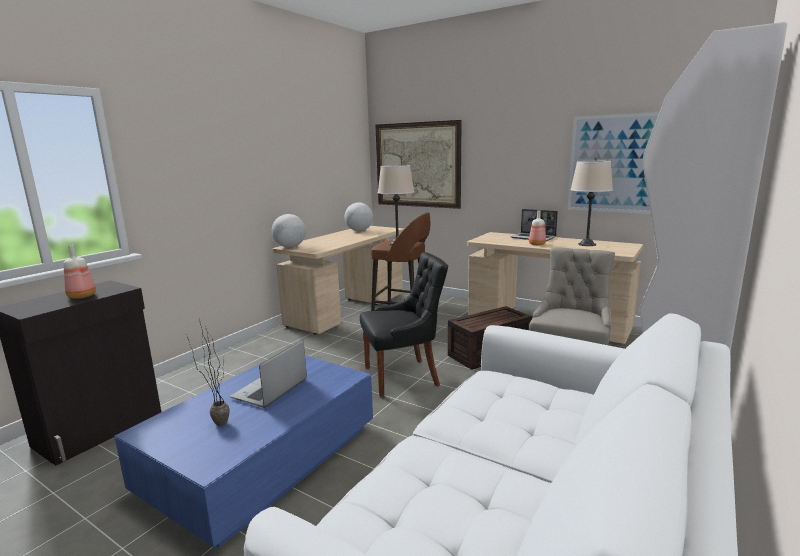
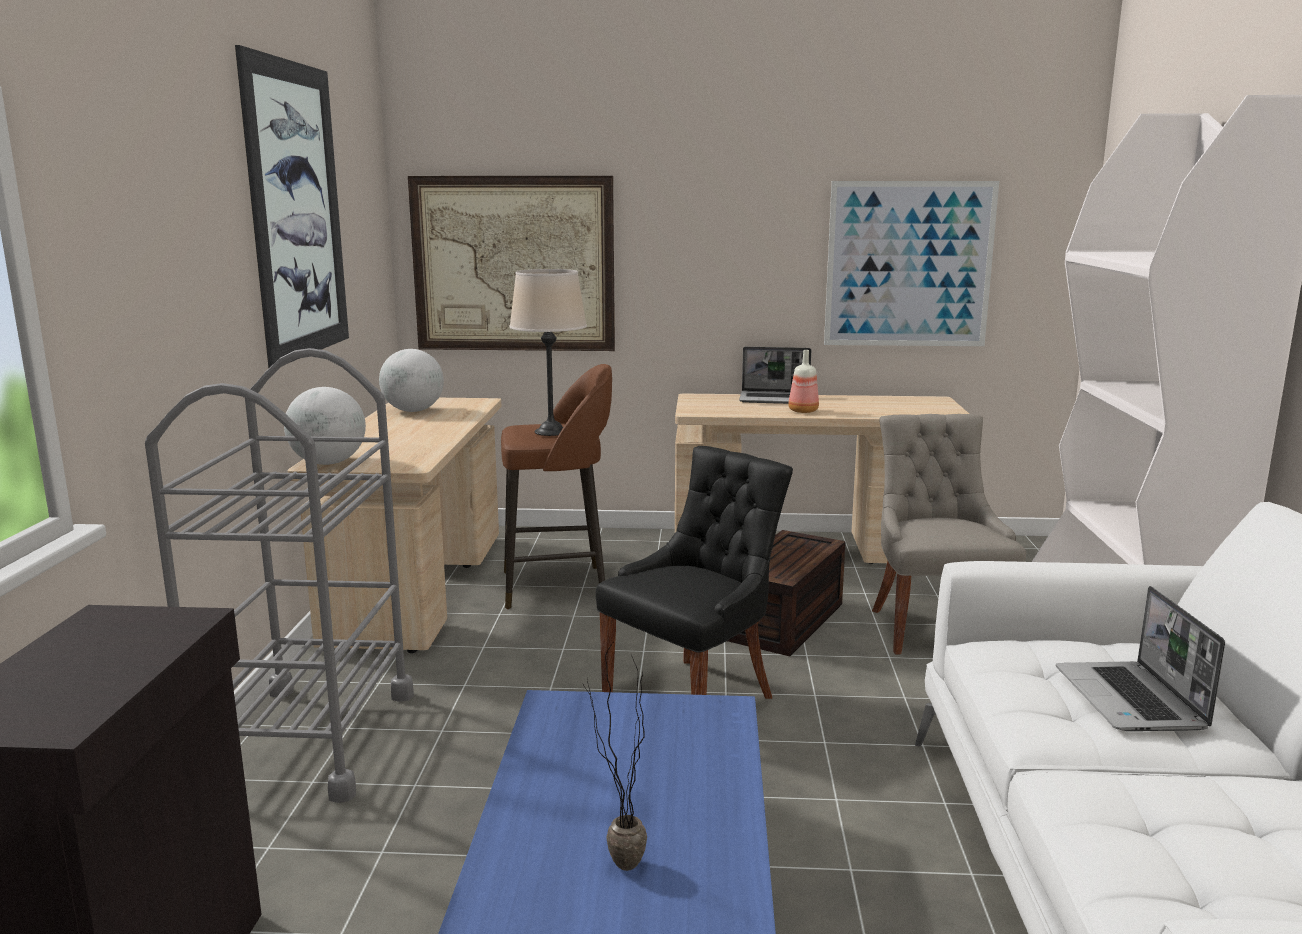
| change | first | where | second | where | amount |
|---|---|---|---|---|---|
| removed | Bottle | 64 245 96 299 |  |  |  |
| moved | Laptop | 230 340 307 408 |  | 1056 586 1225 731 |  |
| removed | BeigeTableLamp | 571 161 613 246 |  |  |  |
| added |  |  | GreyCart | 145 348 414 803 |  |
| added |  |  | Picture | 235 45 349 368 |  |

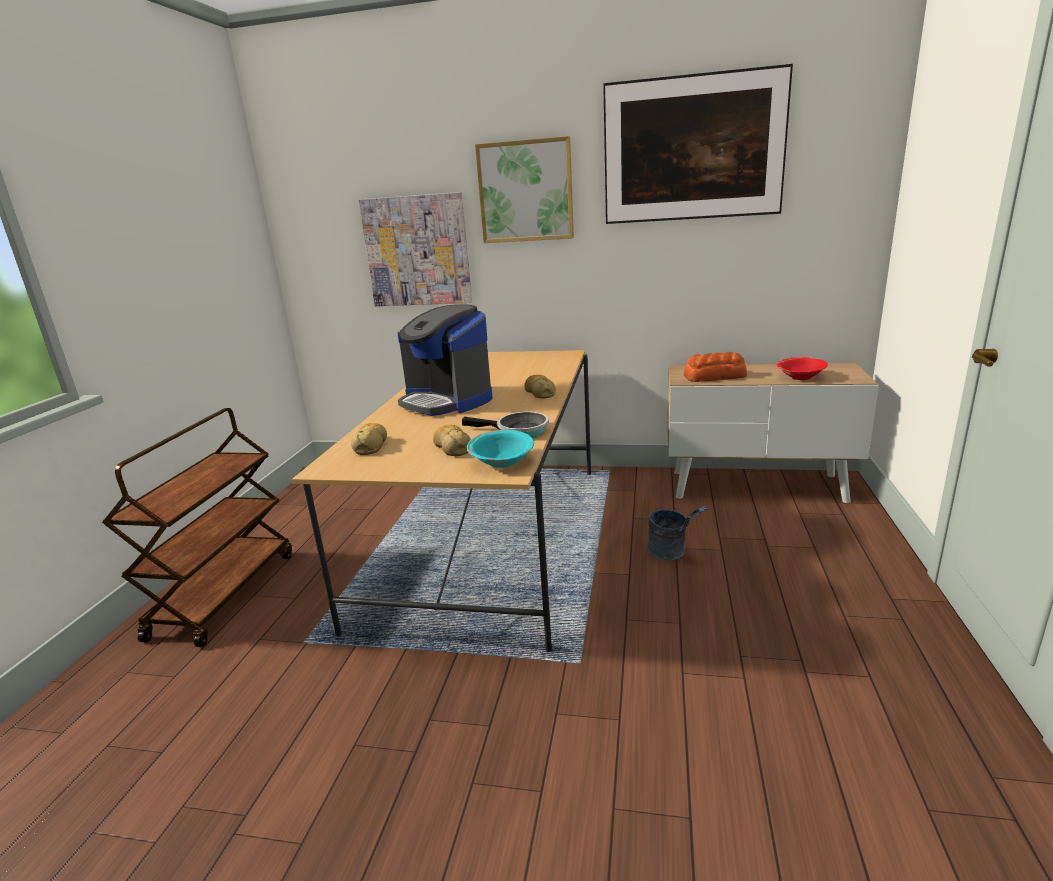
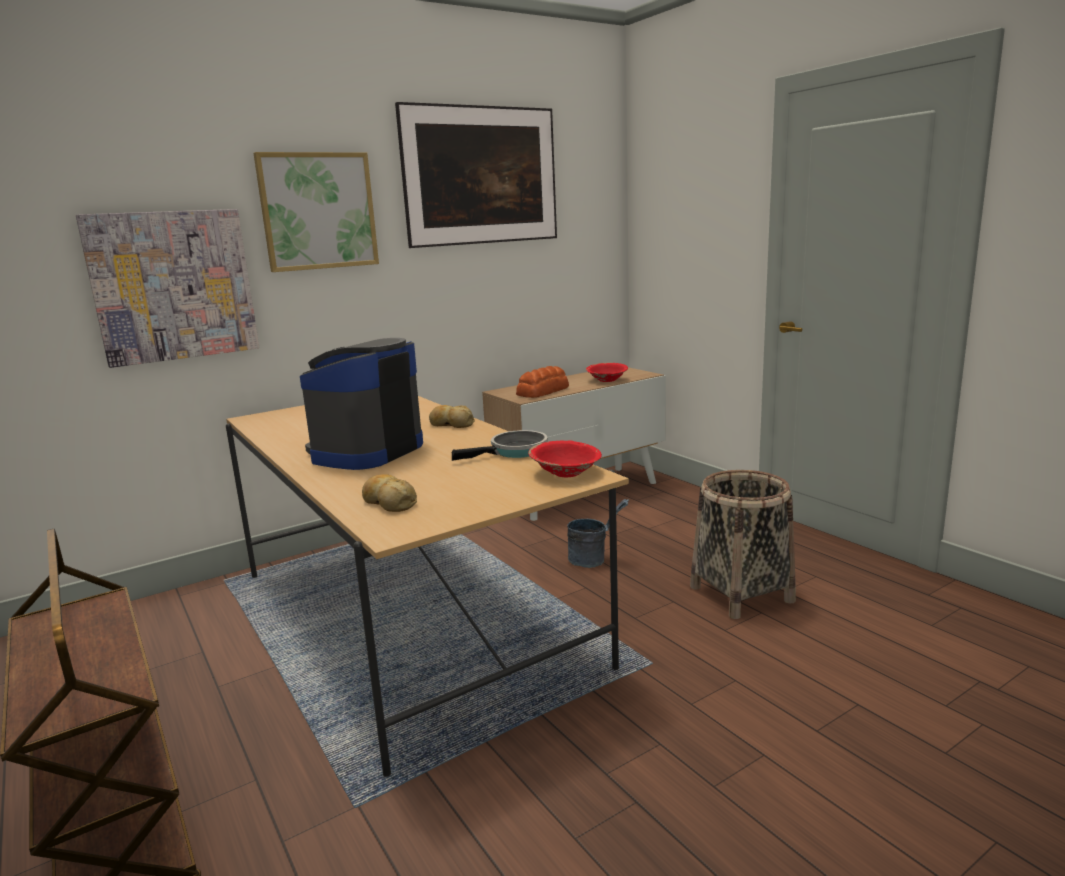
| change | first | where | second | where | amount |
|---|---|---|---|---|---|
| turned | CoffeeMachine | 397 304 492 416 |  | 300 338 423 470 | 120 degrees clockwise |
| removed | Bread | 433 425 471 456 |  |  |  |
| recoloured | TurquoiseBowl | 467 430 534 468 | RedBowl | 528 440 602 477 |  |
| added |  |  | Basket | 690 470 796 619 |  |

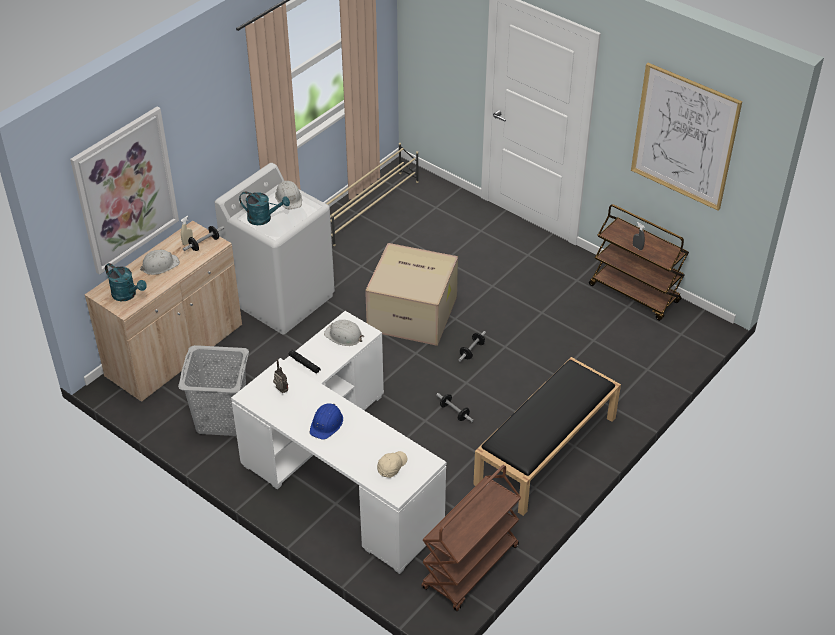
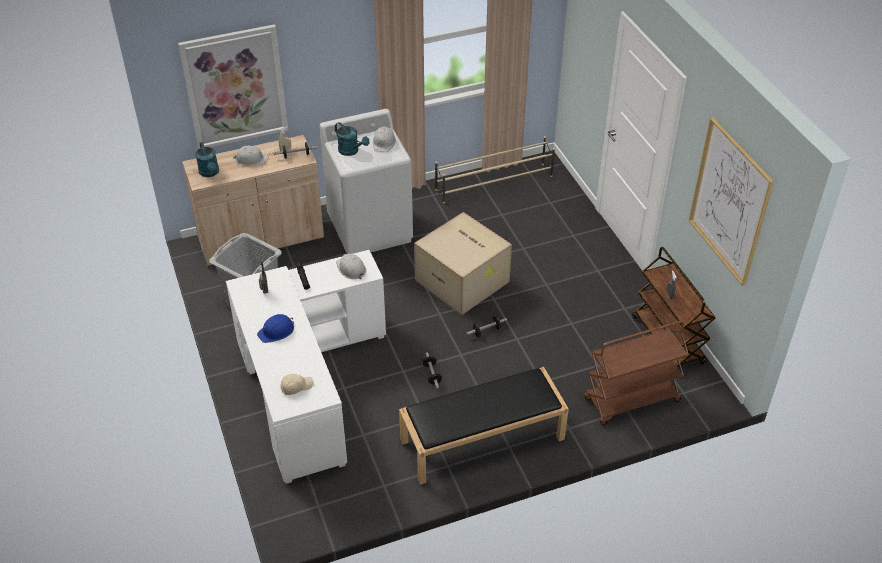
| change | first | where | second | where | amount |
|---|---|---|---|---|---|
| moved | BrownCart | 422 465 521 611 |  | 584 321 689 425 |  |

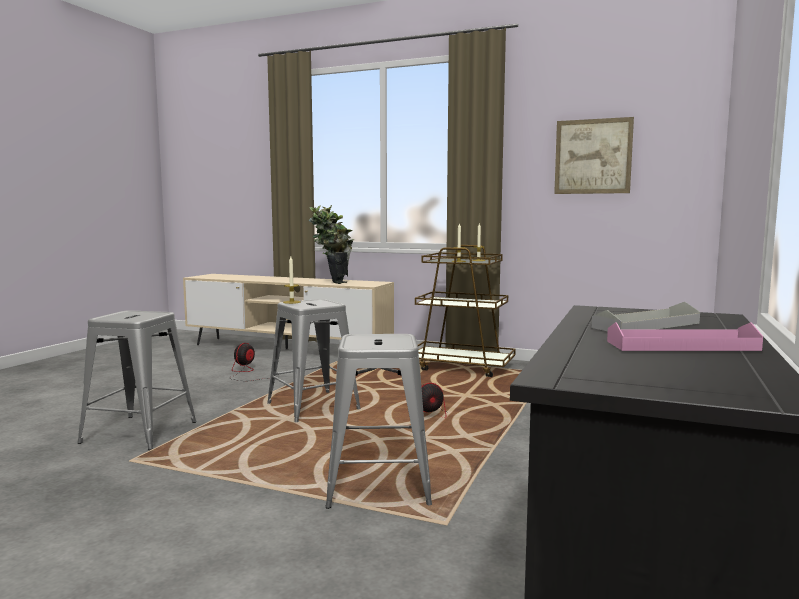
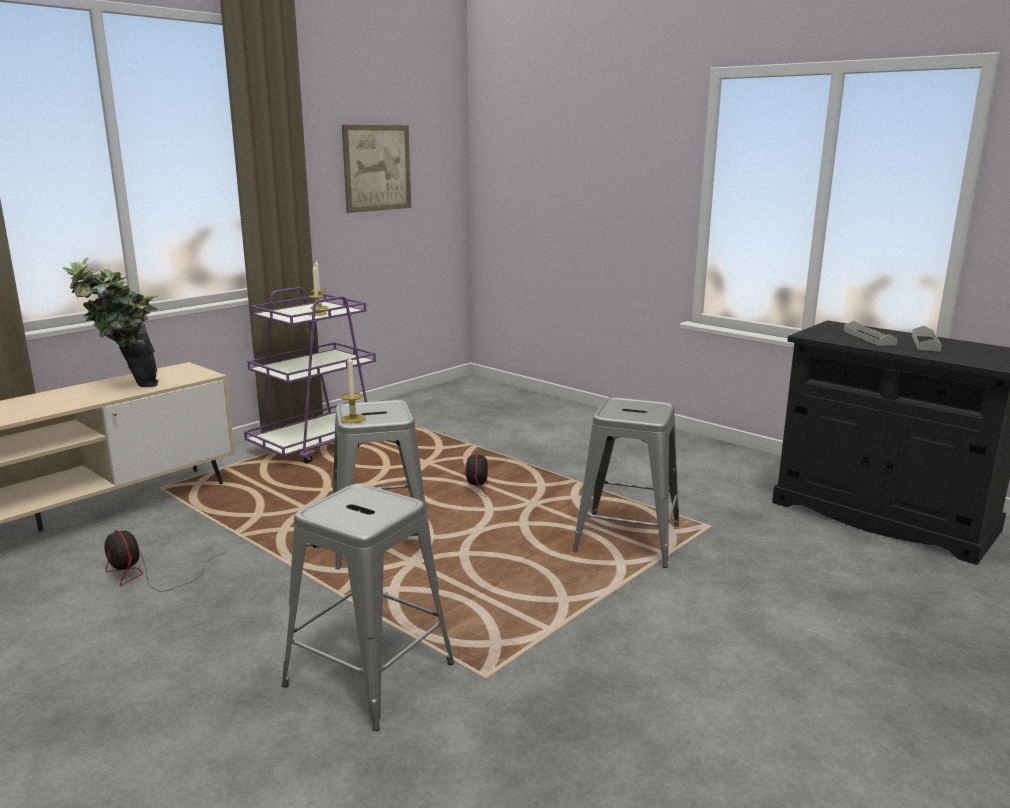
| change | first | where | second | where | amount |
|---|---|---|---|---|---|
| recoloured | BrownCart | 415 245 516 377 | PurpleCart | 244 287 376 464 |  |
| recoloured | PinkTray | 607 322 763 351 | GreyTray | 912 326 942 352 |  |

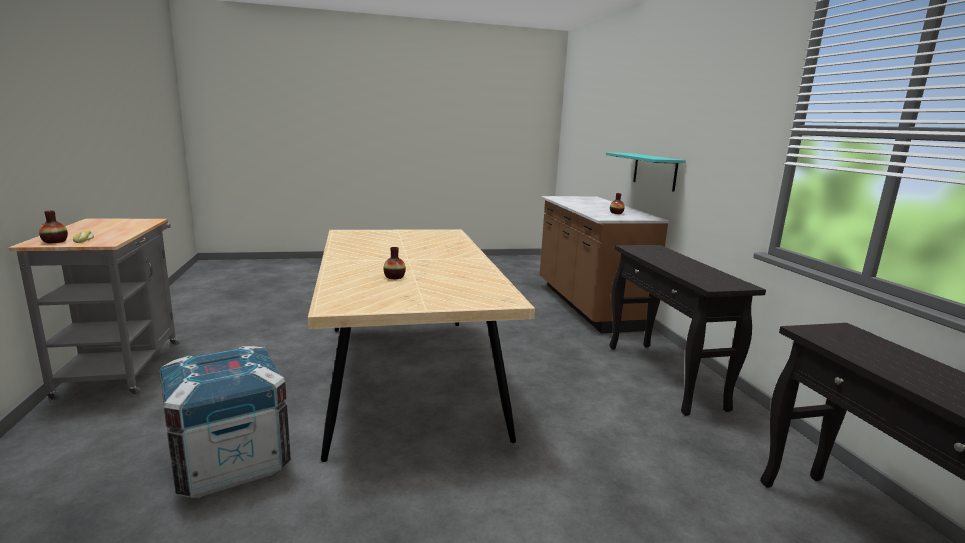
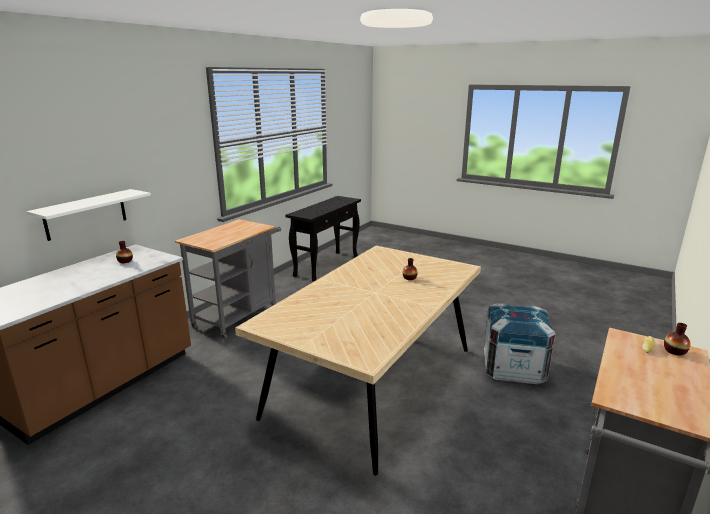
| change | first | where | second | where | amount |
|---|---|---|---|---|---|
| recoloured | TurquoiseShelf | 606 152 686 192 | WhiteShelf | 26 189 151 241 |  |
| replaced | BlackConsoleTable | 609 245 766 416 | GreyCart | 175 219 281 340 |  |

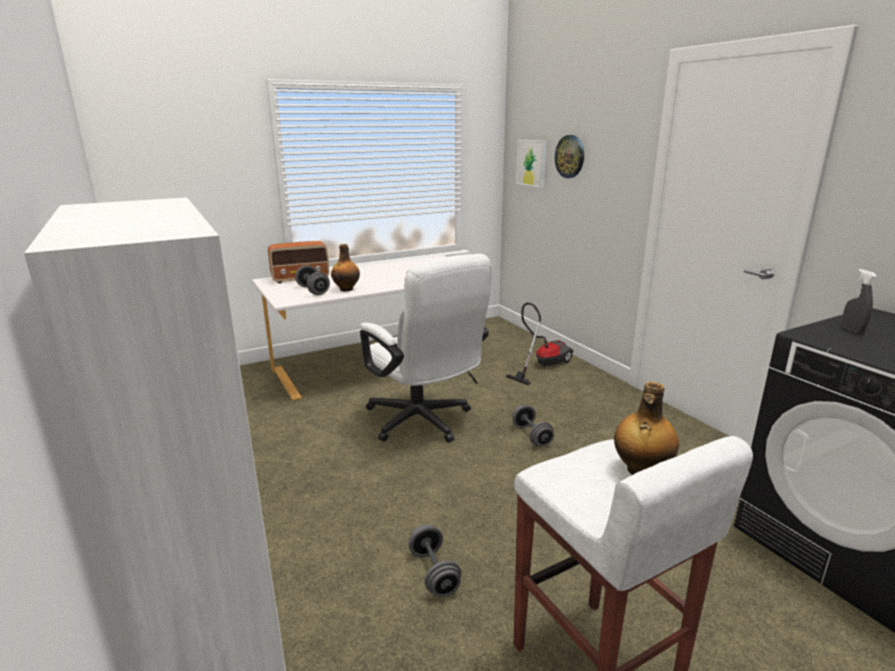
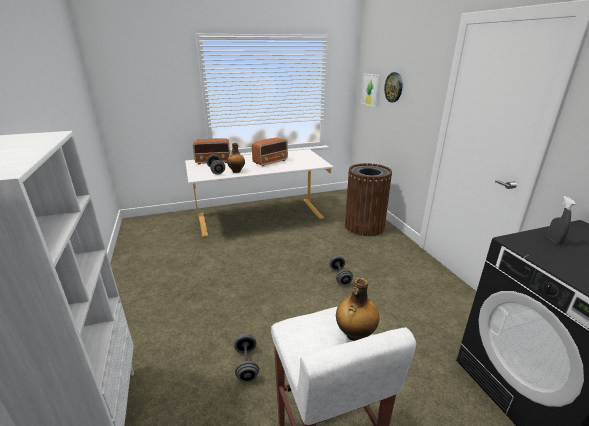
| change | first | where | second | where | amount |
|---|---|---|---|---|---|
| removed | WhiteOfficeChair | 360 254 492 443 |  |  |  |
| replaced | VacuumCleaner | 505 303 574 385 | BrownTrashCan | 345 163 392 236 |  |
| added |  |  | Radio | 252 137 288 167 |  |

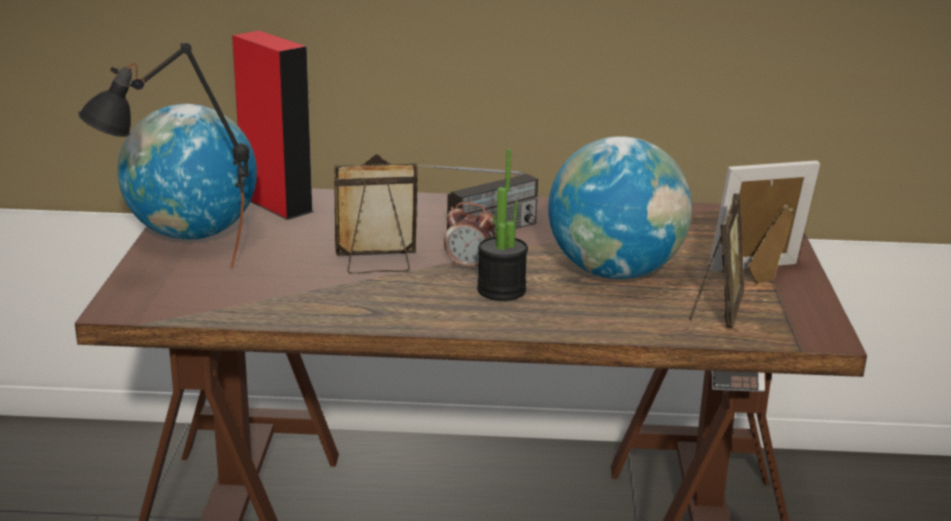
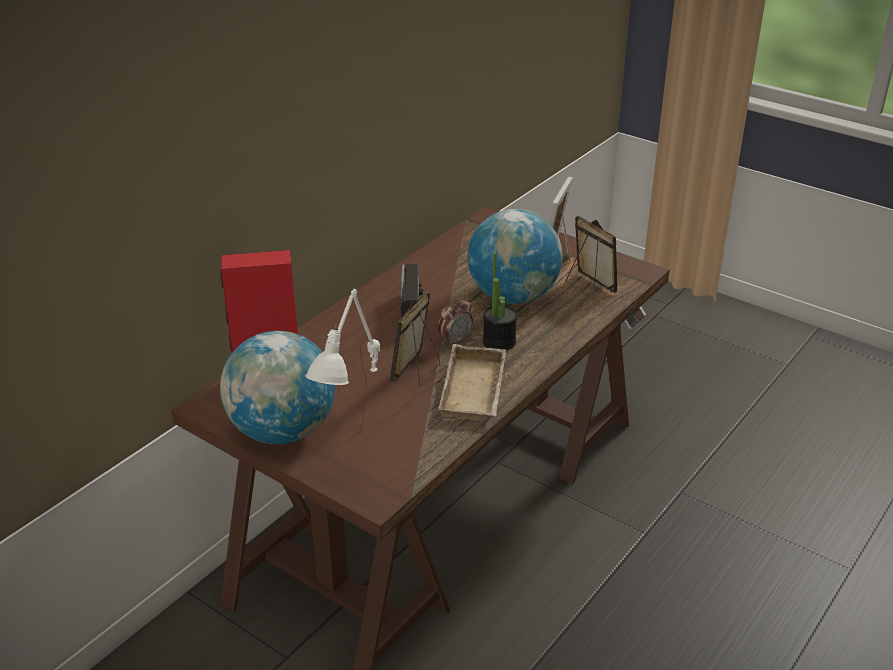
| change | first | where | second | where | amount |
|---|---|---|---|---|---|
| recoloured | BlackTableLamp | 78 43 249 268 | WhiteTableLamp | 305 289 380 432 |  |
| added |  |  | BeigeTray | 438 344 506 420 |  |

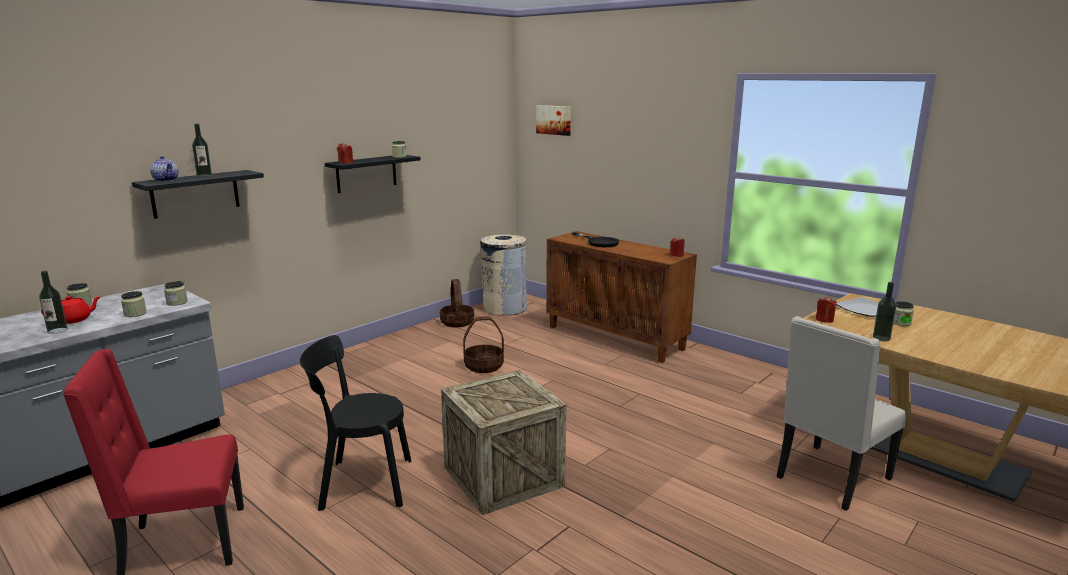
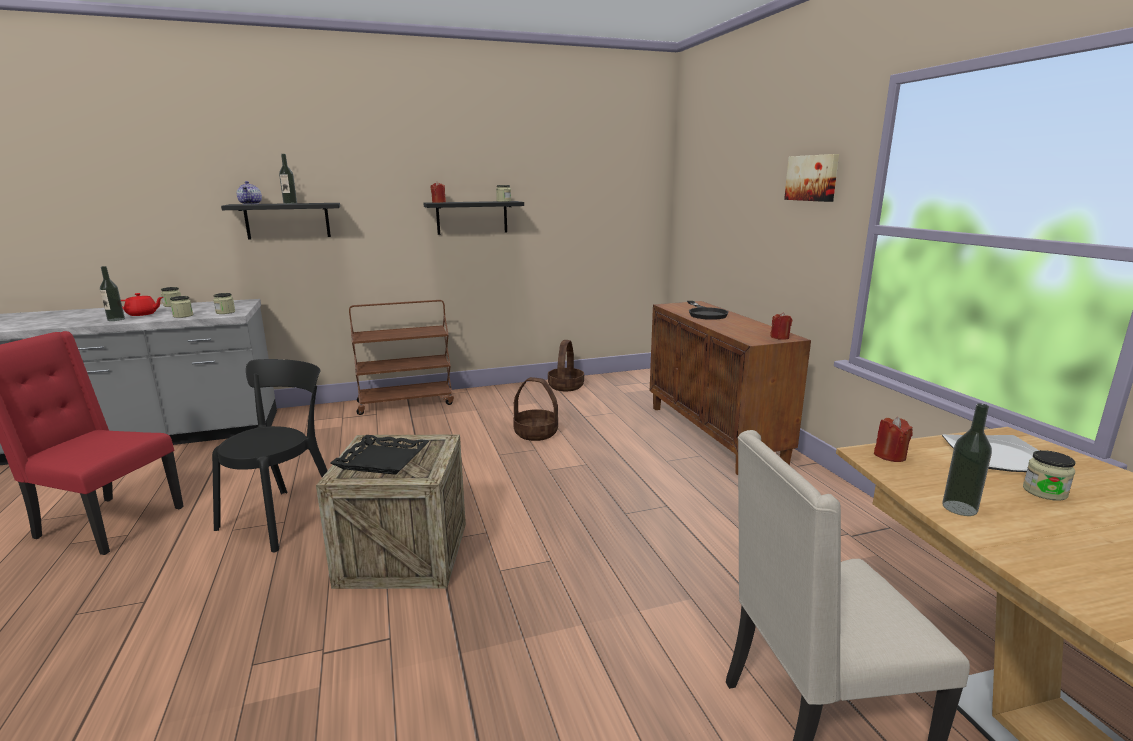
| change | first | where | second | where | amount |
|---|---|---|---|---|---|
| turned | BlackChair | 300 335 411 511 |  | 212 359 328 553 | 90 degrees clockwise |
| removed | BeigeTrashCan | 480 234 527 316 |  |  |  |
| moved | Picture | 536 105 571 136 |  | 784 154 839 202 |  |
| added |  |  | BlackTray | 330 435 429 475 |  |
| added |  |  | BrownCart | 349 300 454 415 |  |

